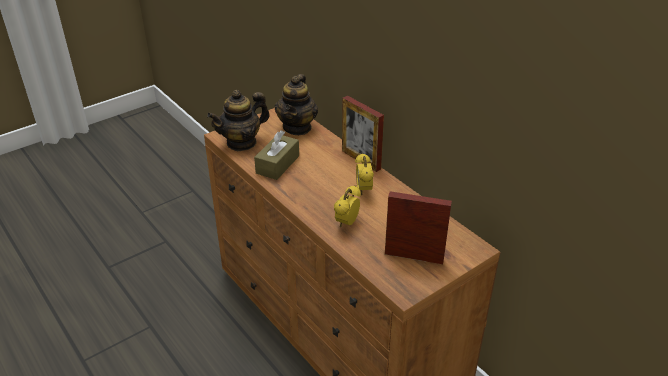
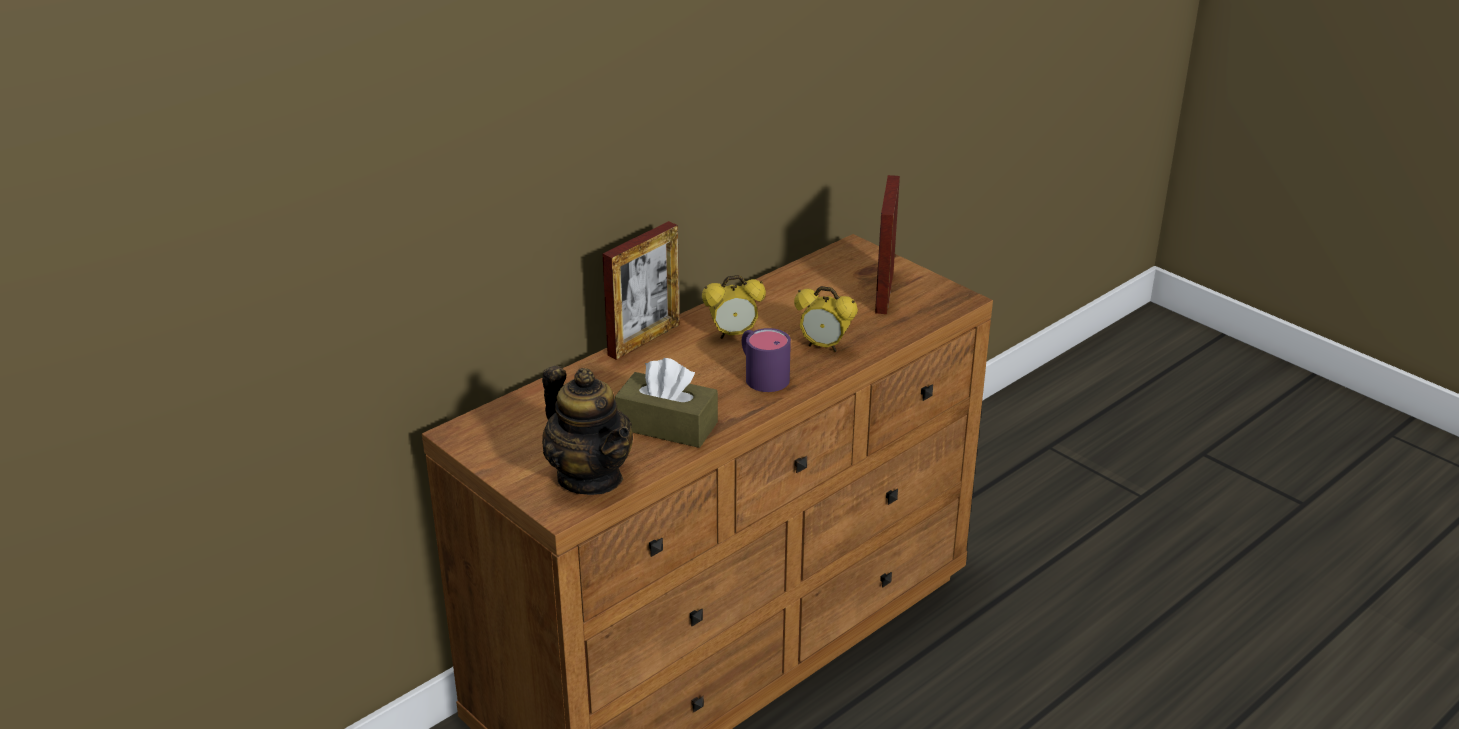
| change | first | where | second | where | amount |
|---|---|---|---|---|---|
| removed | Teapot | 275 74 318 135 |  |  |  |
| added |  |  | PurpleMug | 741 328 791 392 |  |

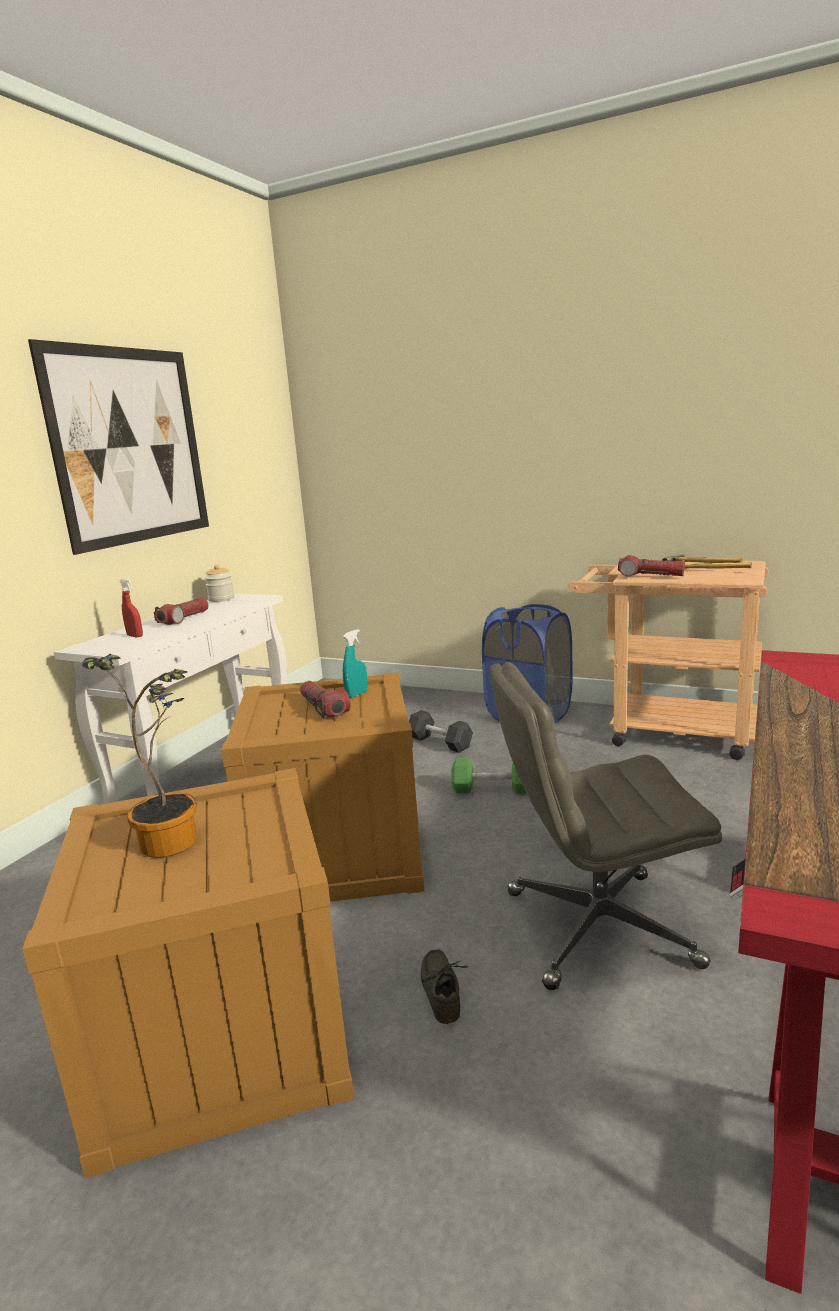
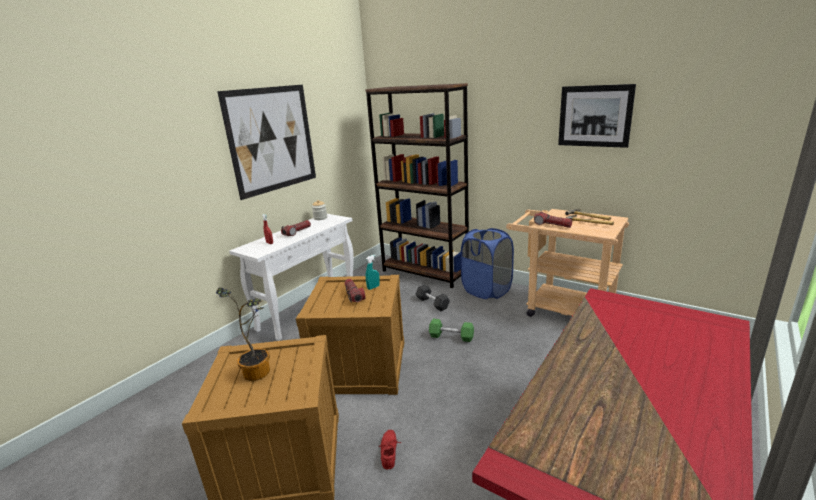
| change | first | where | second | where | amount |
|---|---|---|---|---|---|
| recoloured | GreyShoe | 421 950 468 1024 | RedShoe | 378 430 401 469 |  |
| removed | GreyOfficeChair | 490 662 722 990 |  |  |  |
| added |  |  | BrownBookcase | 365 83 469 288 |  |
| added |  |  | Picture | 558 84 636 148 |  |

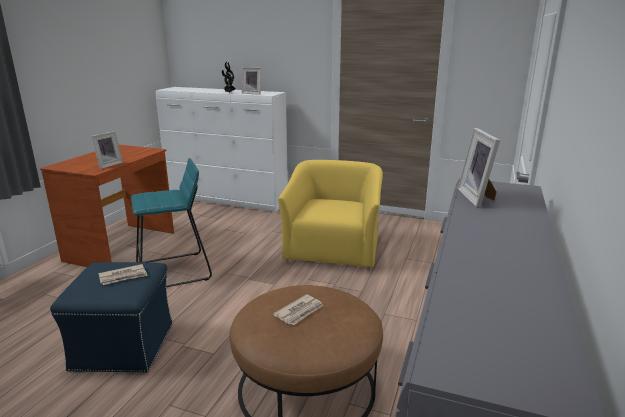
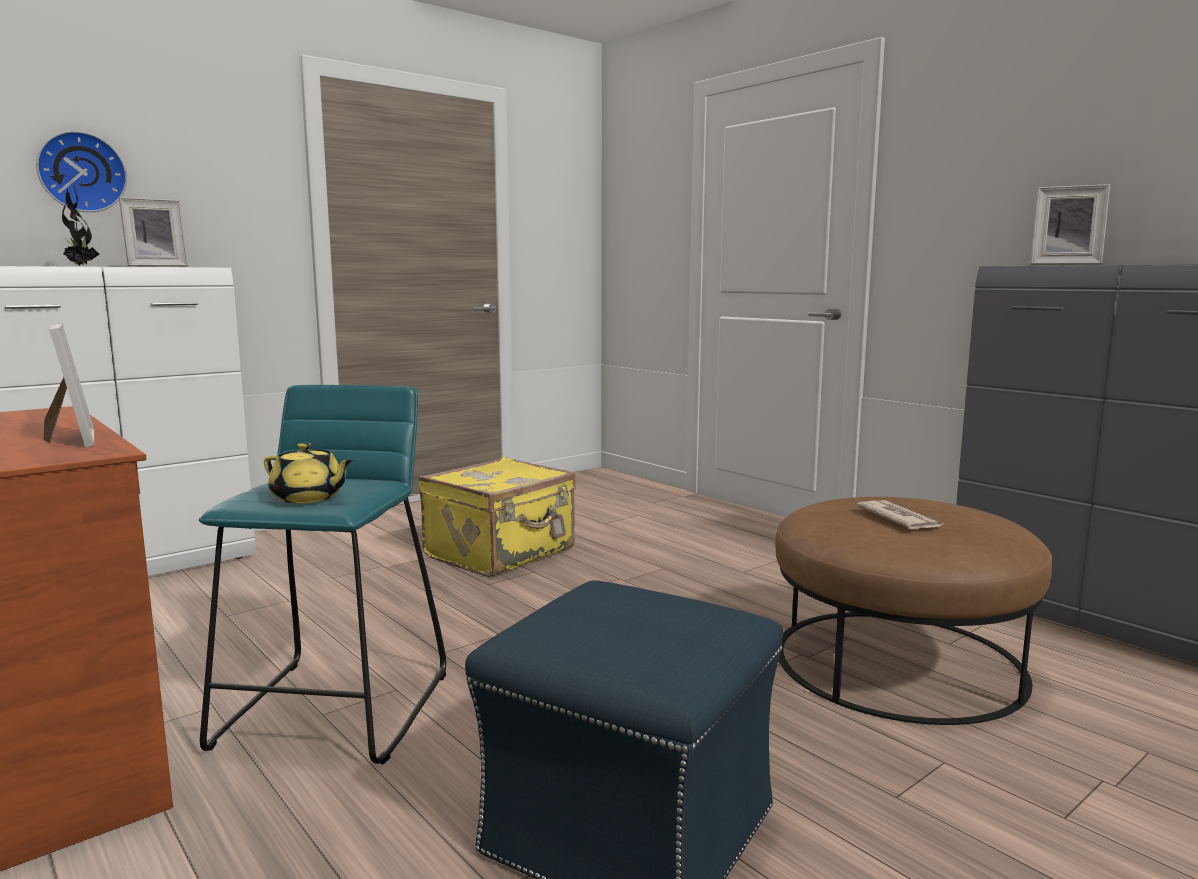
| change | first | where | second | where | amount |
|---|---|---|---|---|---|
| removed | Newspaper | 98 264 148 285 |  |  |  |
| replaced | YellowArmchair | 278 160 383 270 | YellowSuitcase | 418 457 576 577 |  |
| added |  |  | WallClock | 36 131 127 212 |  |
| added |  |  | YellowTeapot | 264 443 354 503 |  |

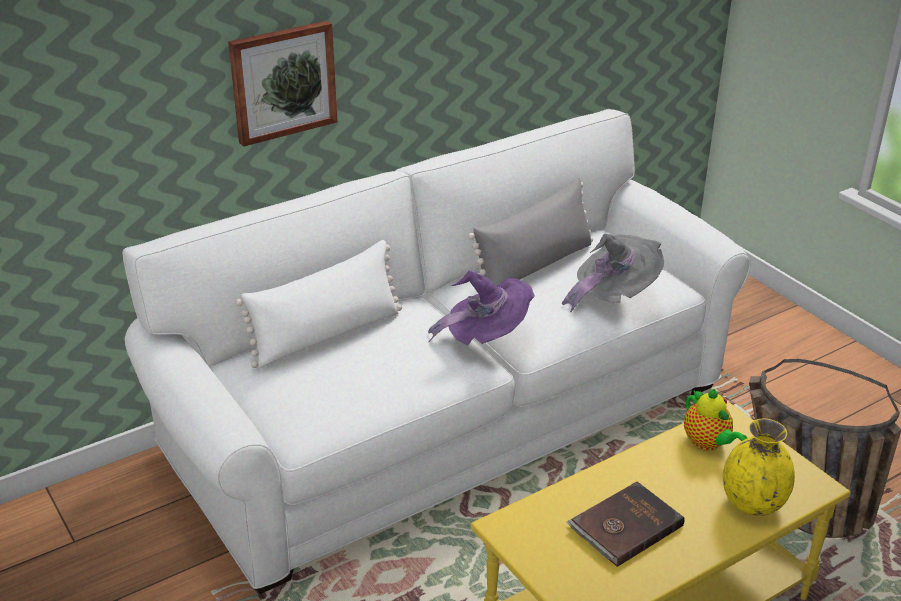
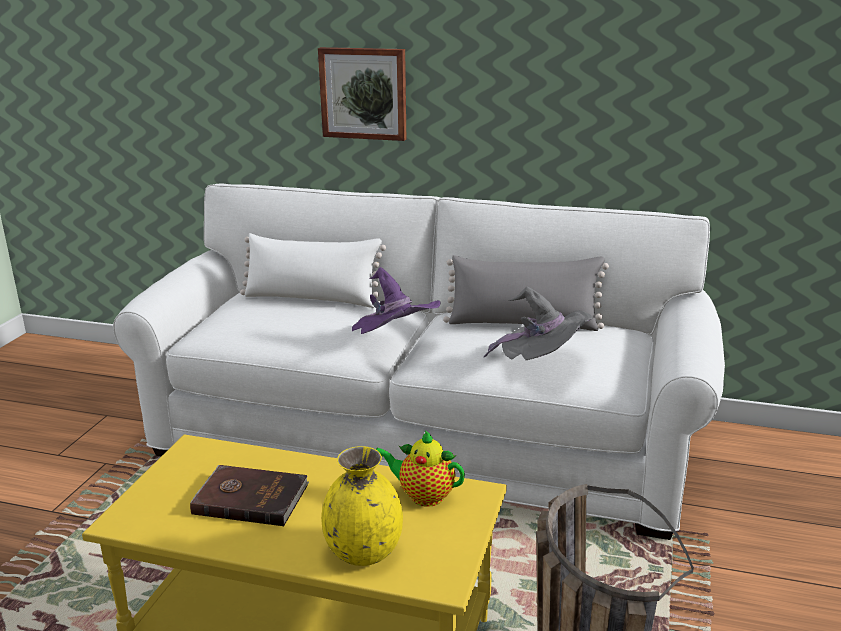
| change | first | where | second | where | amount |
|---|---|---|---|---|---|
| turned | Teapot | 684 389 747 451 |  | 376 430 465 507 | 90 degrees clockwise |

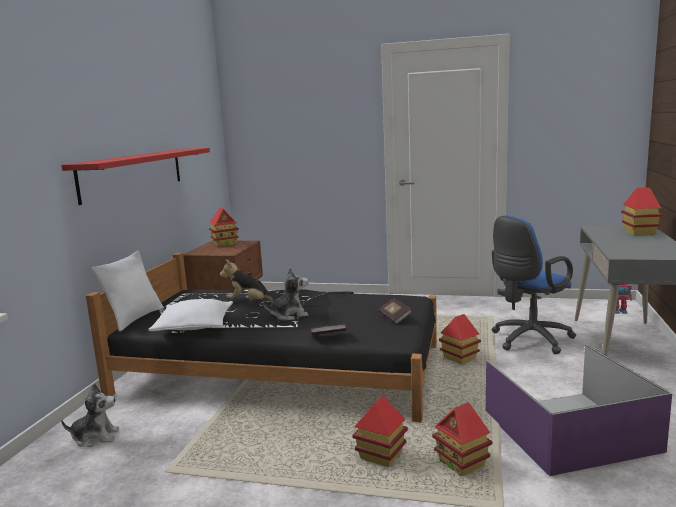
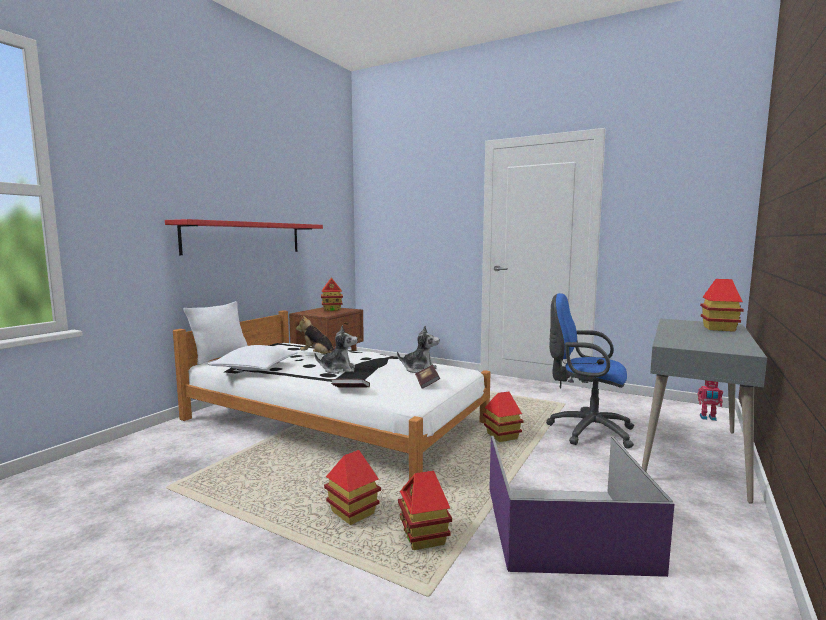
| change | first | where | second | where | amount |
|---|---|---|---|---|---|
| moved | PlushToy | 61 383 119 447 |  | 397 326 440 373 |  |
| recoloured | BlackBed | 86 253 437 422 | WhiteBed | 173 310 491 480 |  |
| turned | BlueOfficeChair | 491 215 576 354 |  | 546 293 634 449 | 45 degrees clockwise |

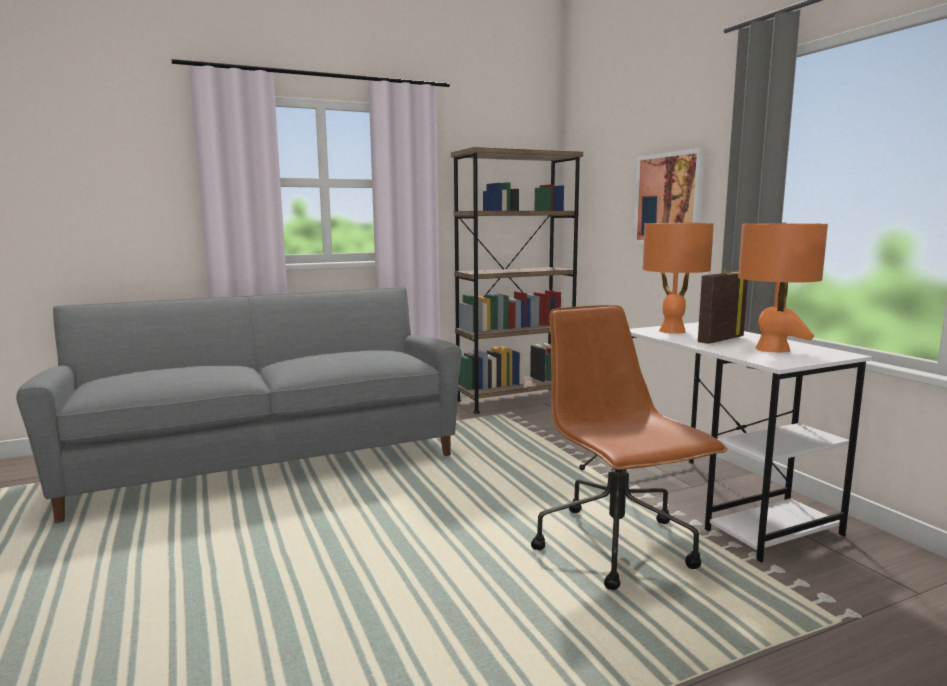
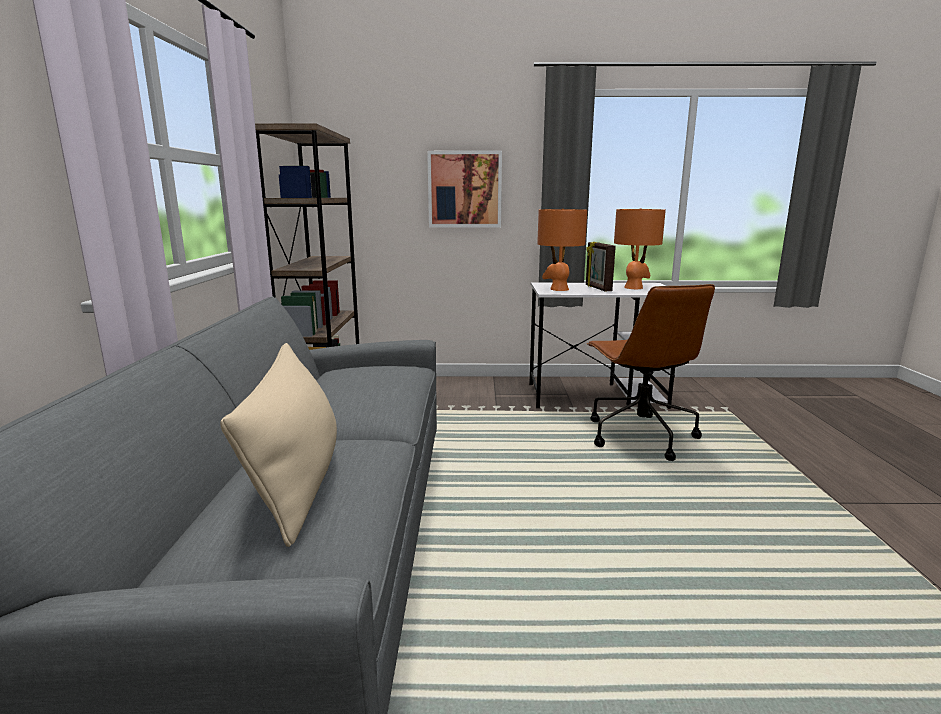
| change | first | where | second | where | amount |
|---|---|---|---|---|---|
| turned | BrownOfficeChair | 531 305 728 590 |  | 587 284 715 461 | 105 degrees counterclockwise |
| added |  |  | BeigePillow | 220 343 337 547 |  |

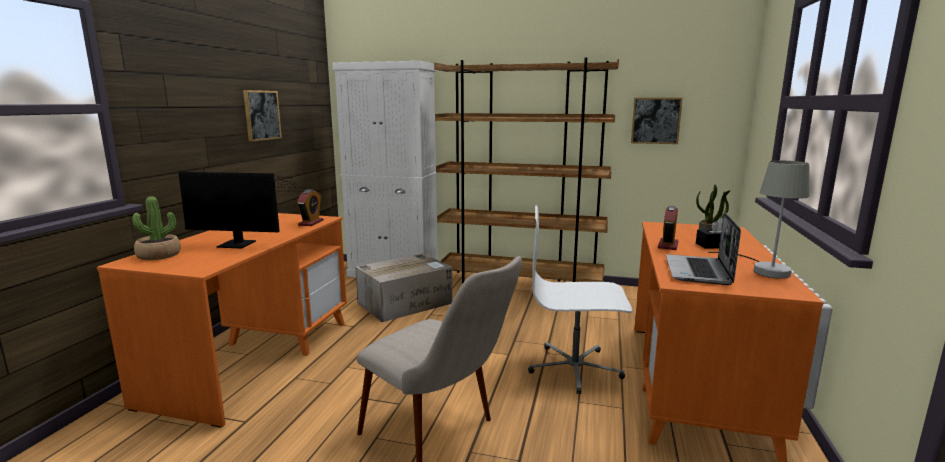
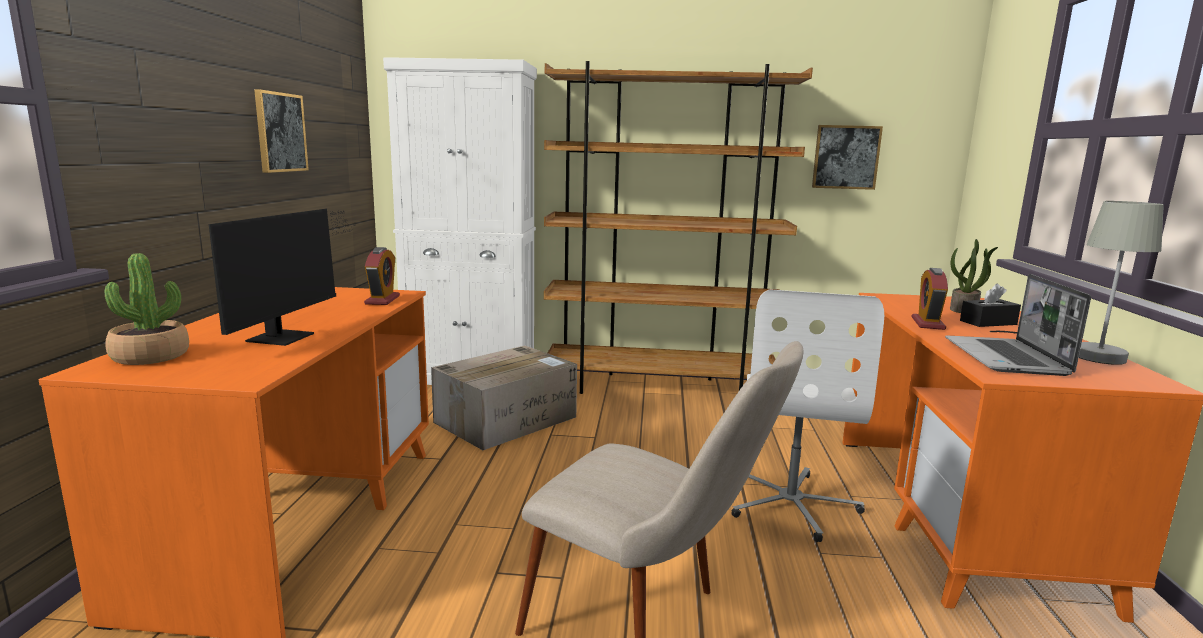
| change | first | where | second | where | amount |
|---|---|---|---|---|---|
| turned | Monitor | 178 172 307 249 |  | 209 209 357 346 | 75 degrees counterclockwise |
| turned | WhiteOfficeChair | 528 206 632 394 |  | 731 289 884 542 | 75 degrees counterclockwise |

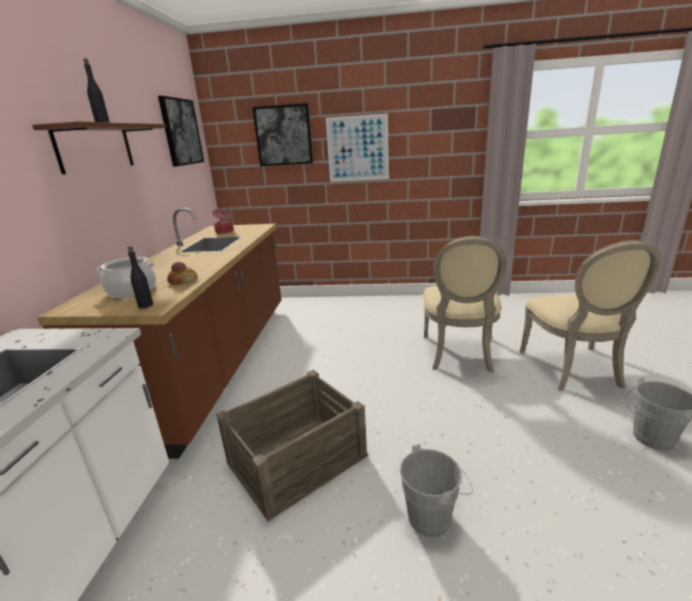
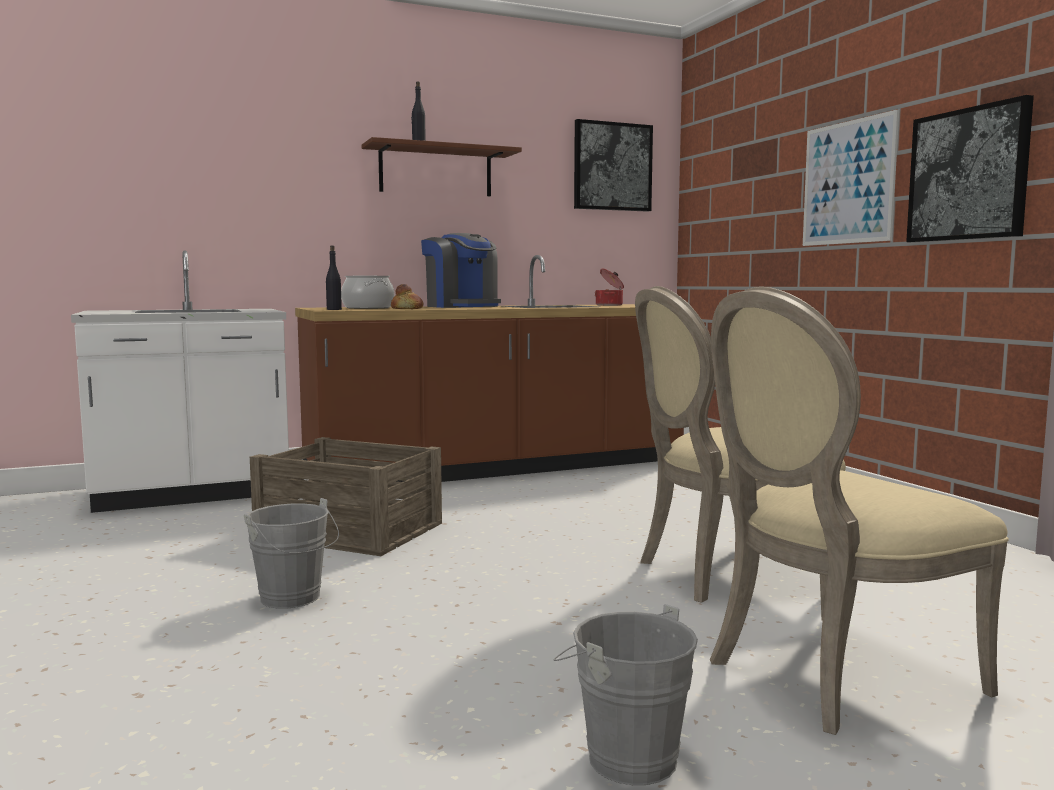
| change | first | where | second | where | amount |
|---|---|---|---|---|---|
| moved | Picture | 252 103 313 166 |  | 906 95 1034 243 |  |
| added |  |  | CoffeeMachine | 421 233 501 308 |  |

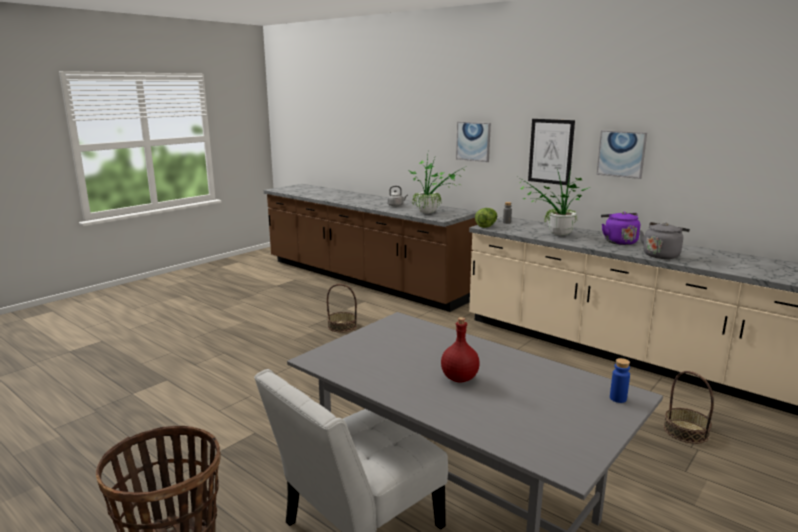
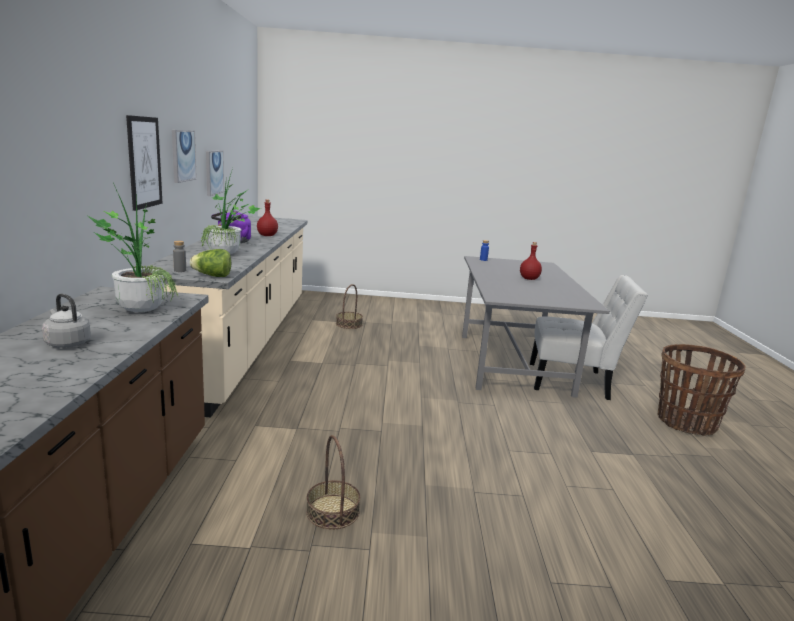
| change | first | where | second | where | amount |
|---|---|---|---|---|---|
| moved | Picture | 456 122 491 162 |  | 206 150 224 196 |  |
| replaced | GreyKettle | 639 222 690 259 | RedBottle | 257 199 278 236 |  |

